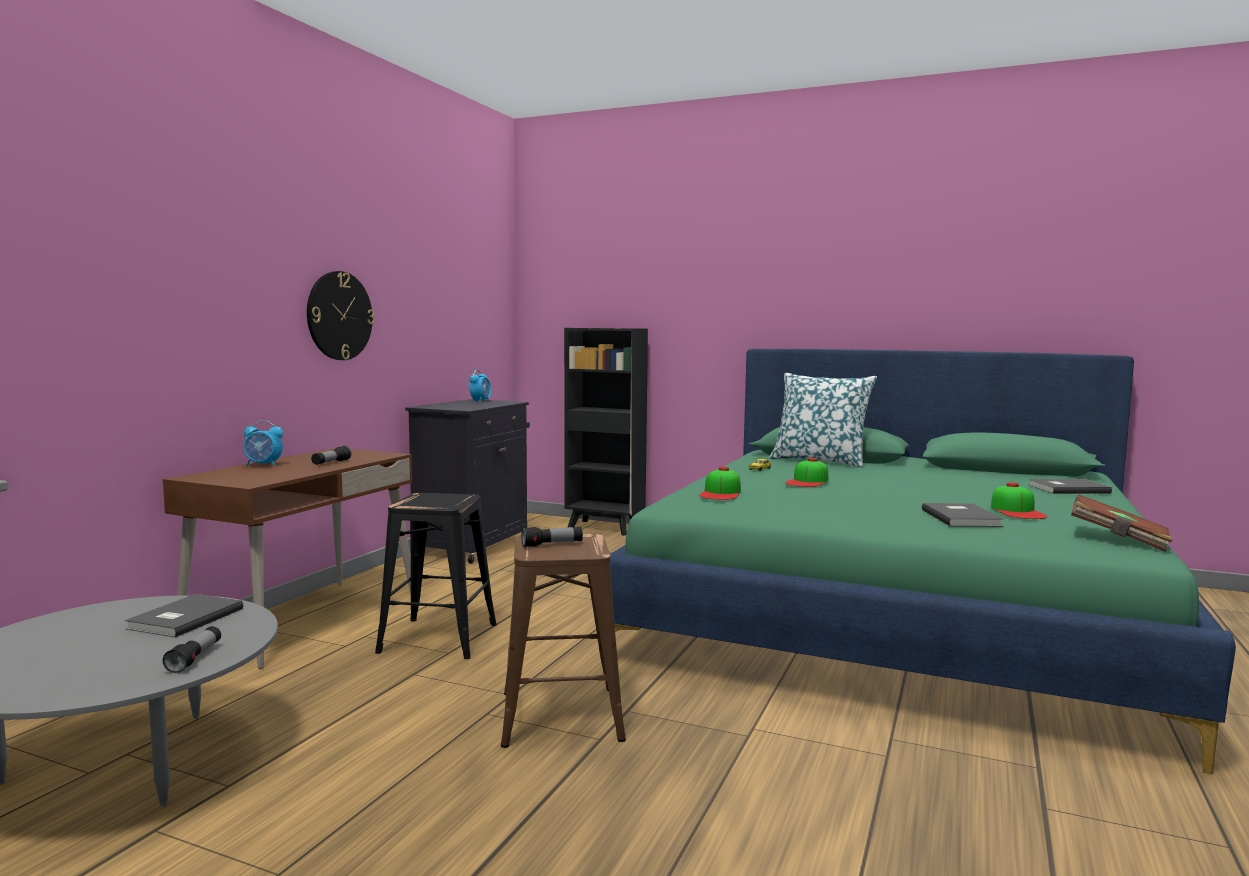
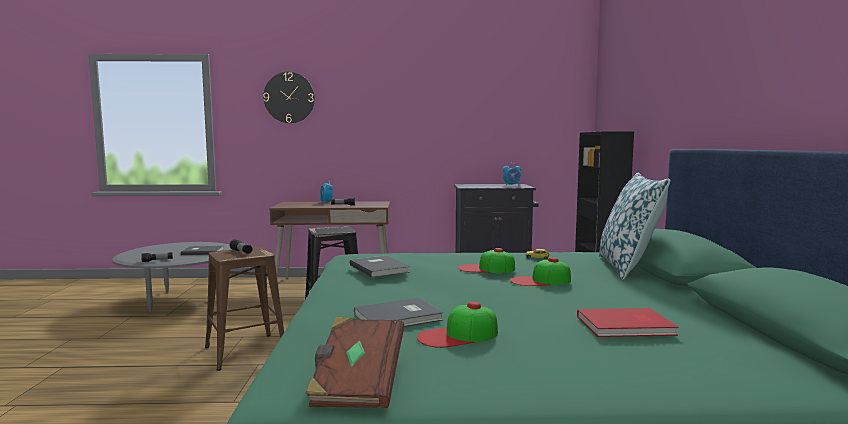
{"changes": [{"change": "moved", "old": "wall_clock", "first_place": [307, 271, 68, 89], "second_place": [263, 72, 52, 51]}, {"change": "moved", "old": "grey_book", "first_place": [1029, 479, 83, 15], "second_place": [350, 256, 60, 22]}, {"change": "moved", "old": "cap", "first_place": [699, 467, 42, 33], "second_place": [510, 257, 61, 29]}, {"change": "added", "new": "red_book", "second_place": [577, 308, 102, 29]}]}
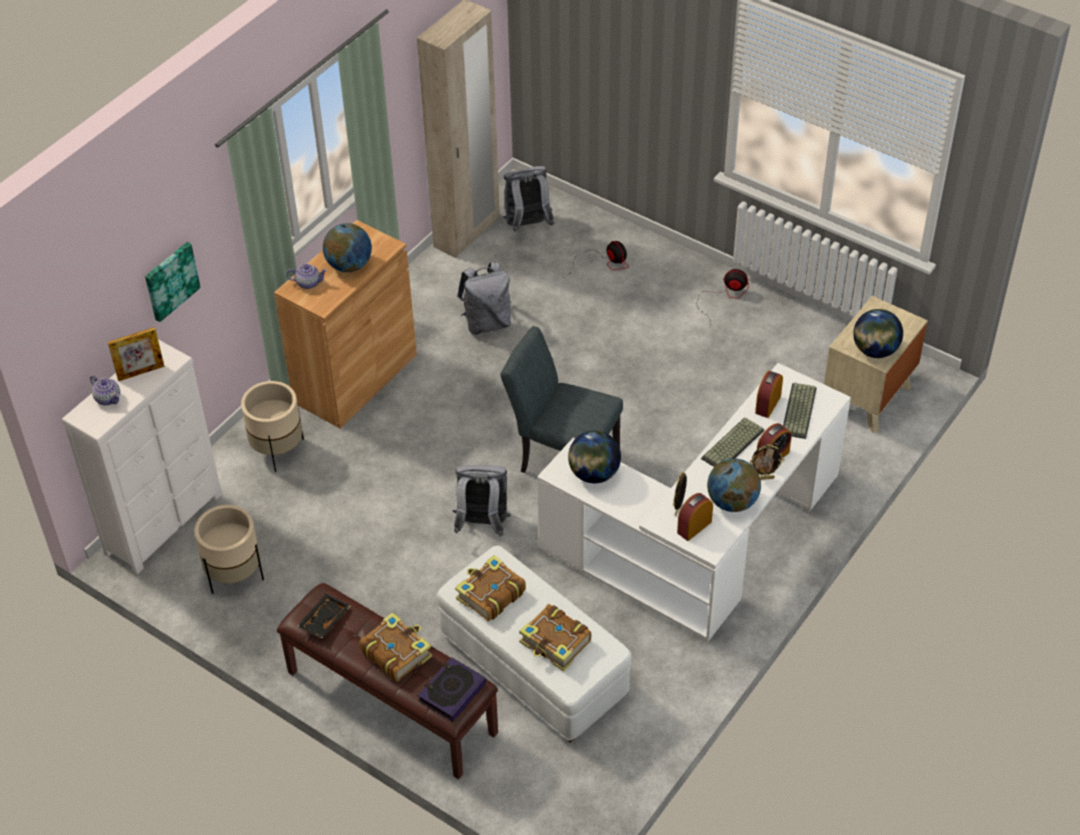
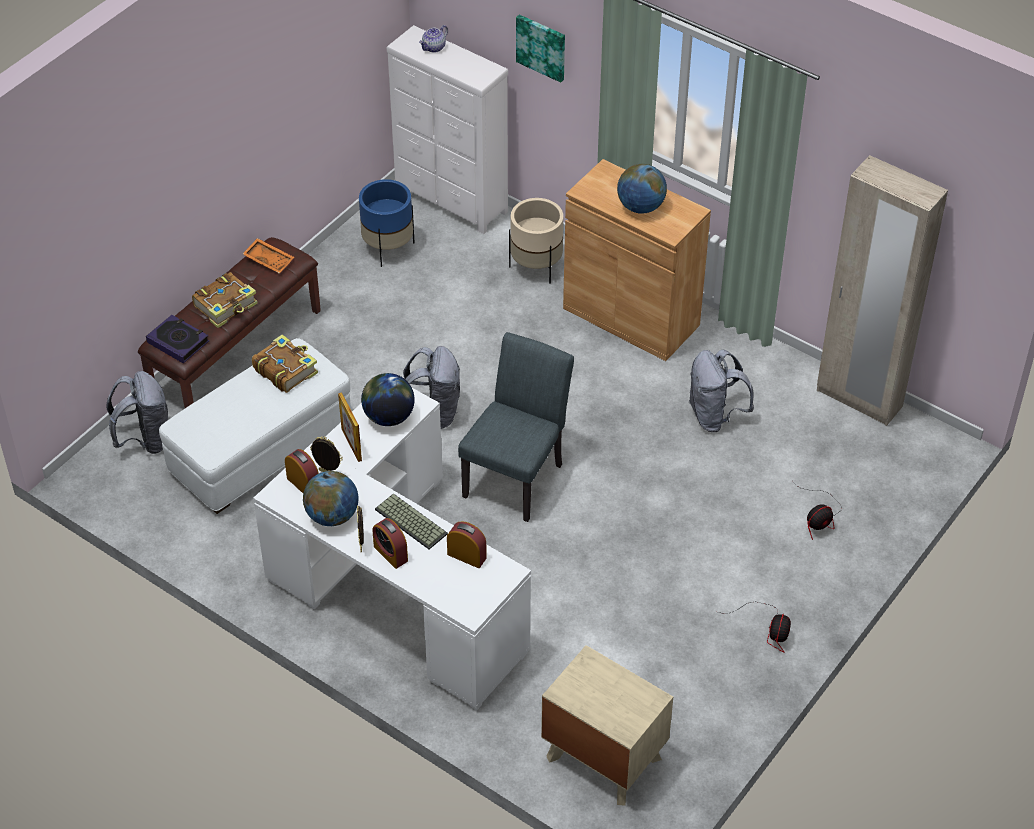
{"changes": [{"change": "moved", "old": "grey_backpack", "first_place": [504, 166, 50, 66], "second_place": [106, 371, 62, 83]}, {"change": "recoloured", "old": "black_tray", "new": "orange_tray", "first_place": [297, 594, 53, 44], "second_place": [243, 238, 51, 36]}, {"change": "moved", "old": "picture_frame", "first_place": [108, 327, 57, 54], "second_place": [338, 392, 24, 70]}, {"change": "recoloured", "old": "beige_planter", "new": "blue_planter", "first_place": [194, 505, 70, 89], "second_place": [359, 179, 56, 88]}, {"change": "removed", "old": "teapot", "first_place": [286, 264, 41, 25]}, {"change": "removed", "old": "book", "first_place": [519, 604, 72, 68]}, {"change": "removed", "old": "keyboard", "first_place": [783, 383, 34, 56]}, {"change": "removed", "old": "globe", "first_place": [853, 309, 50, 49]}]}
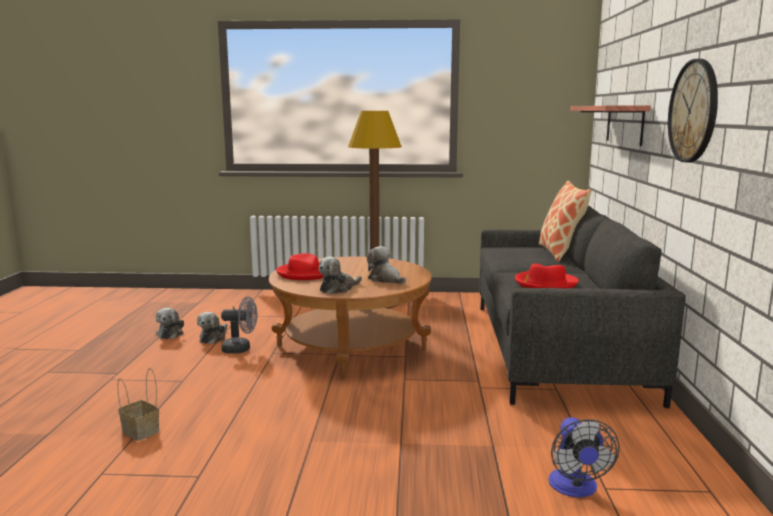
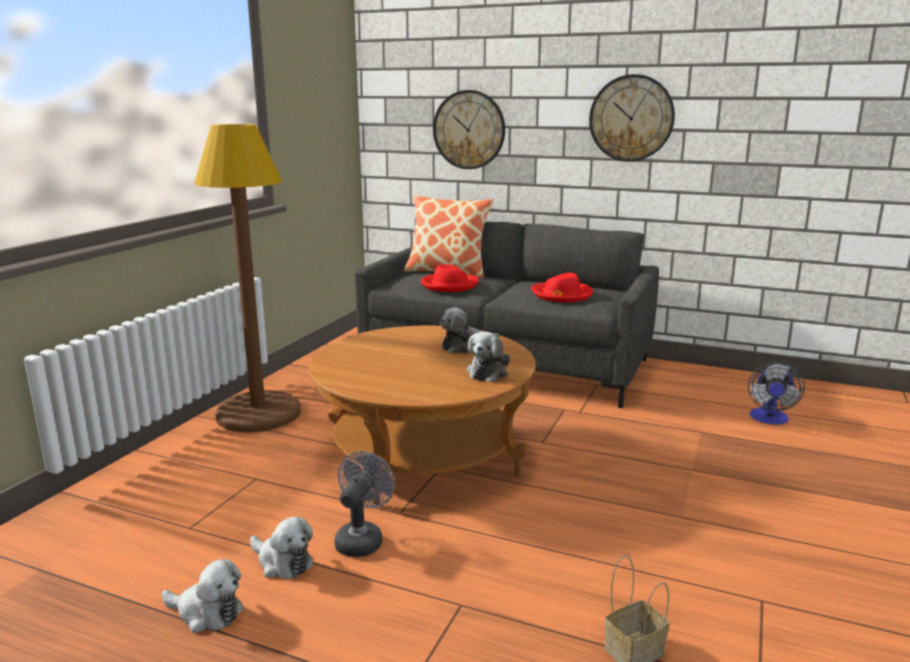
{"changes": [{"change": "moved", "old": "red_hat", "first_place": [276, 253, 48, 27], "second_place": [421, 264, 58, 28]}, {"change": "replaced", "old": "shelf", "new": "wall_clock", "first_place": [570, 105, 81, 41], "second_place": [433, 90, 72, 79]}, {"change": "turned", "old": "plush_toy", "first_place": [319, 256, 43, 38], "second_place": [467, 331, 43, 51], "degrees": 45}, {"change": "turned", "old": "fan", "first_place": [548, 417, 72, 80], "second_place": [748, 362, 57, 63], "degrees": 90}]}
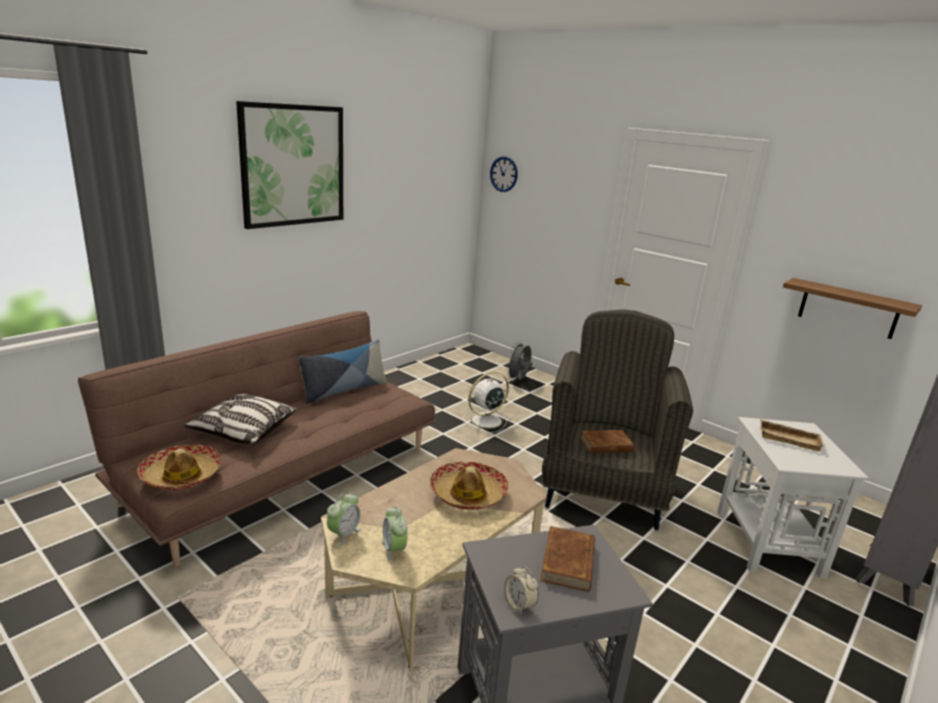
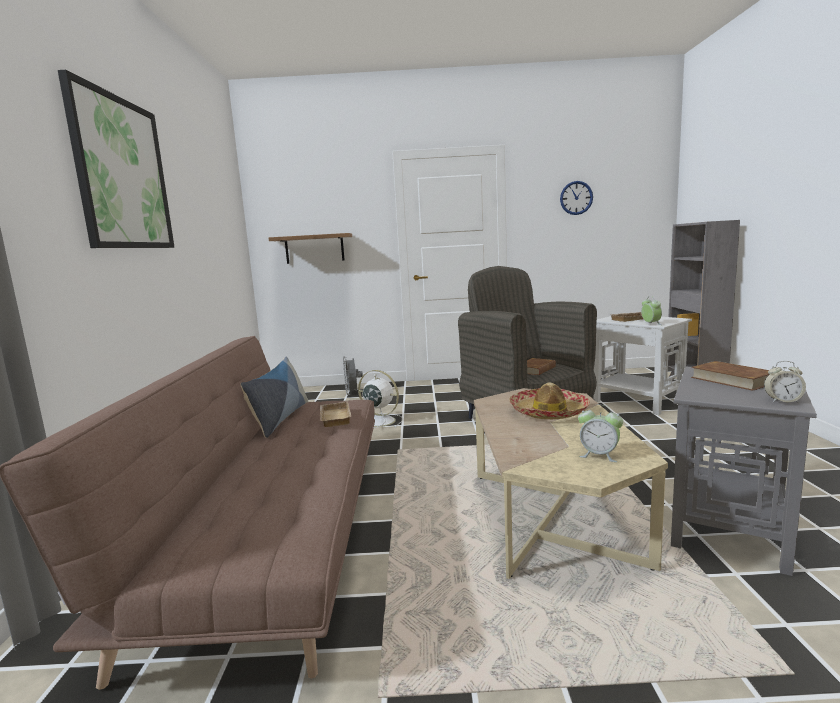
{"changes": [{"change": "moved", "old": "shelf", "first_place": [783, 278, 139, 61], "second_place": [268, 233, 84, 31]}, {"change": "added", "new": "beige_tray", "second_place": [320, 401, 32, 26]}, {"change": "turned", "old": "white_fan", "first_place": [463, 372, 48, 61], "second_place": [358, 370, 45, 58], "degrees": 105}, {"change": "moved", "old": "wall_clock", "first_place": [490, 156, 28, 36], "second_place": [560, 181, 33, 34]}, {"change": "moved", "old": "alarm_clock", "first_place": [327, 493, 34, 53], "second_place": [641, 296, 21, 29]}, {"change": "removed", "old": "hat", "first_place": [137, 445, 85, 45]}, {"change": "removed", "old": "pillow", "first_place": [184, 394, 113, 51]}]}
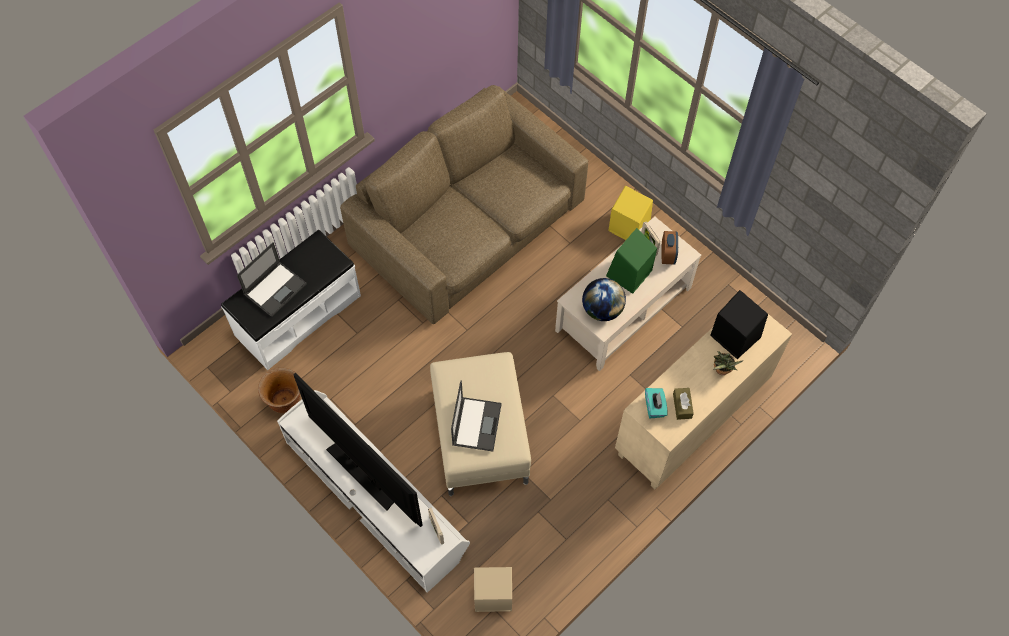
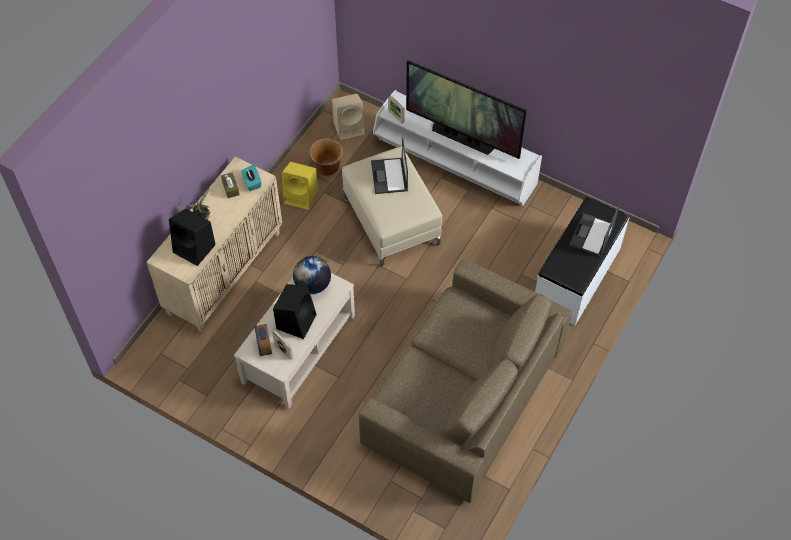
{"changes": [{"change": "recoloured", "old": "green_speaker", "new": "black_speaker", "first_place": [606, 228, 51, 66], "second_place": [273, 284, 44, 55]}, {"change": "moved", "old": "yellow_speaker", "first_place": [608, 186, 45, 54], "second_place": [282, 162, 36, 48]}, {"change": "moved", "old": "brown_planter", "first_place": [258, 368, 42, 45], "second_place": [309, 138, 34, 38]}]}
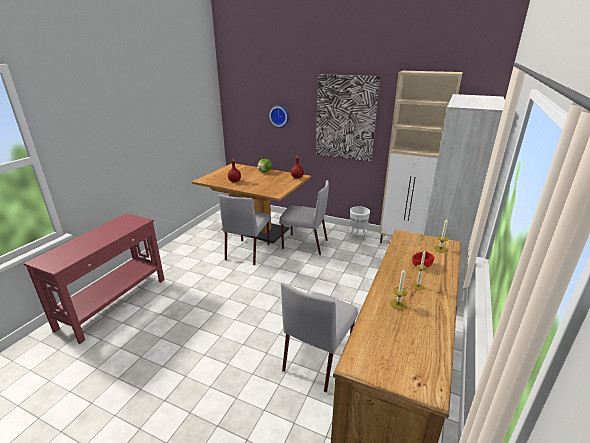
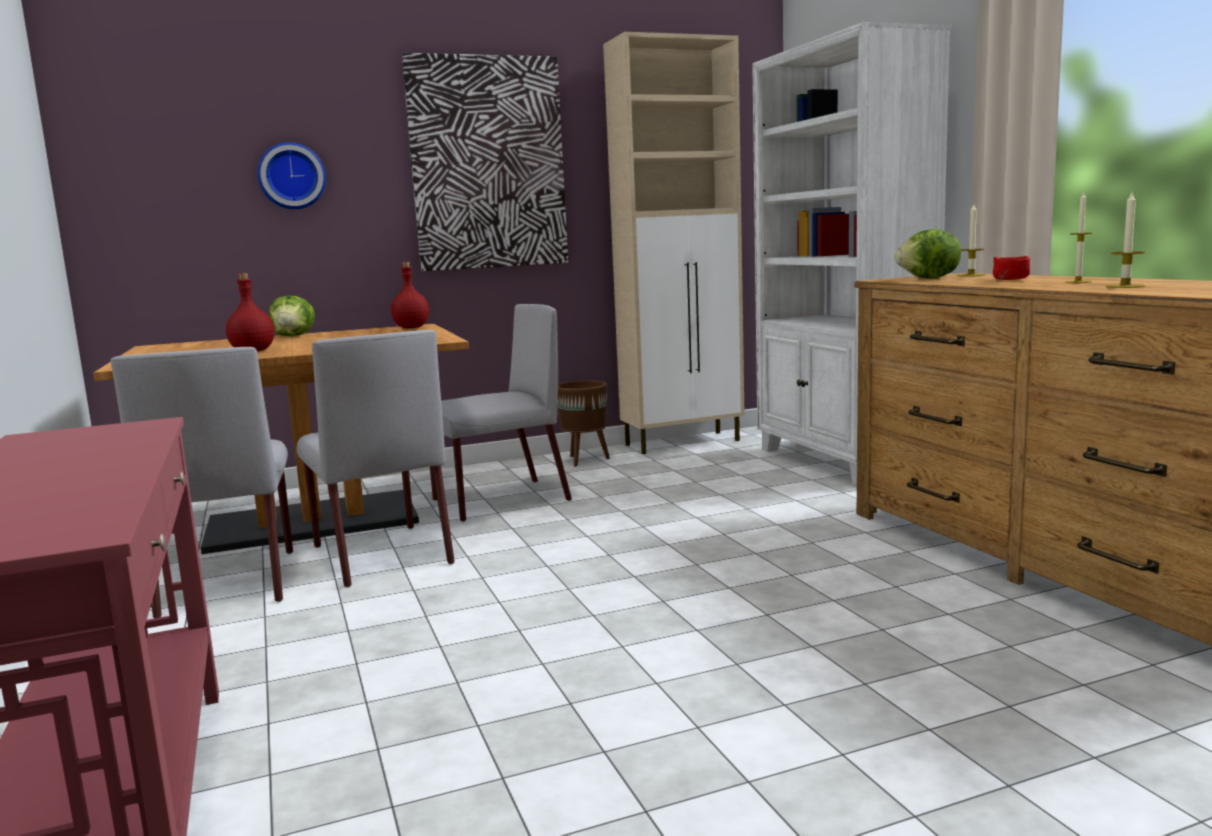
{"changes": [{"change": "moved", "old": "grey_chair", "first_place": [281, 283, 77, 109], "second_place": [111, 347, 182, 271]}, {"change": "recoloured", "old": "white_planter", "new": "brown_planter", "first_place": [349, 206, 21, 34], "second_place": [558, 380, 52, 87]}, {"change": "added", "new": "lettuce", "second_place": [895, 229, 66, 50]}]}
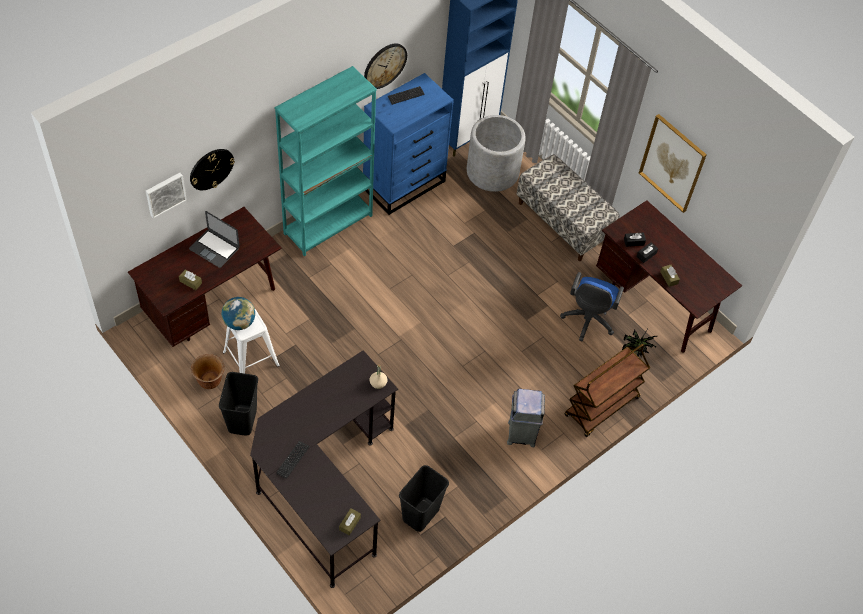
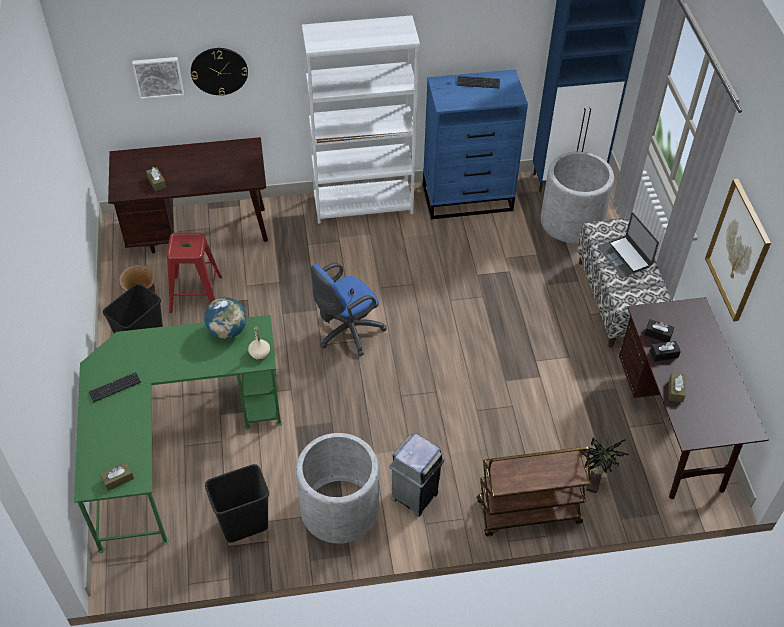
{"changes": [{"change": "recoloured", "old": "black_desk", "new": "green_desk", "first_place": [250, 350, 148, 238], "second_place": [74, 315, 208, 238]}, {"change": "recoloured", "old": "white_stool", "new": "red_stool", "first_place": [223, 309, 57, 64], "second_place": [167, 233, 55, 80]}, {"change": "moved", "old": "globe", "first_place": [222, 297, 33, 33], "second_place": [204, 297, 42, 42]}, {"change": "added", "new": "grey_planter", "second_place": [296, 433, 83, 111]}, {"change": "recoloured", "old": "turquoise_bookcase", "new": "white_bookcase", "first_place": [275, 66, 102, 190], "second_place": [302, 15, 118, 209]}, {"change": "moved", "old": "blue_office_chair", "first_place": [560, 272, 64, 69], "second_place": [310, 263, 77, 93]}, {"change": "moved", "old": "laptop", "first_place": [189, 211, 51, 57], "second_place": [598, 212, 61, 65]}, {"change": "removed", "old": "wall_clock", "first_place": [364, 43, 43, 46]}]}
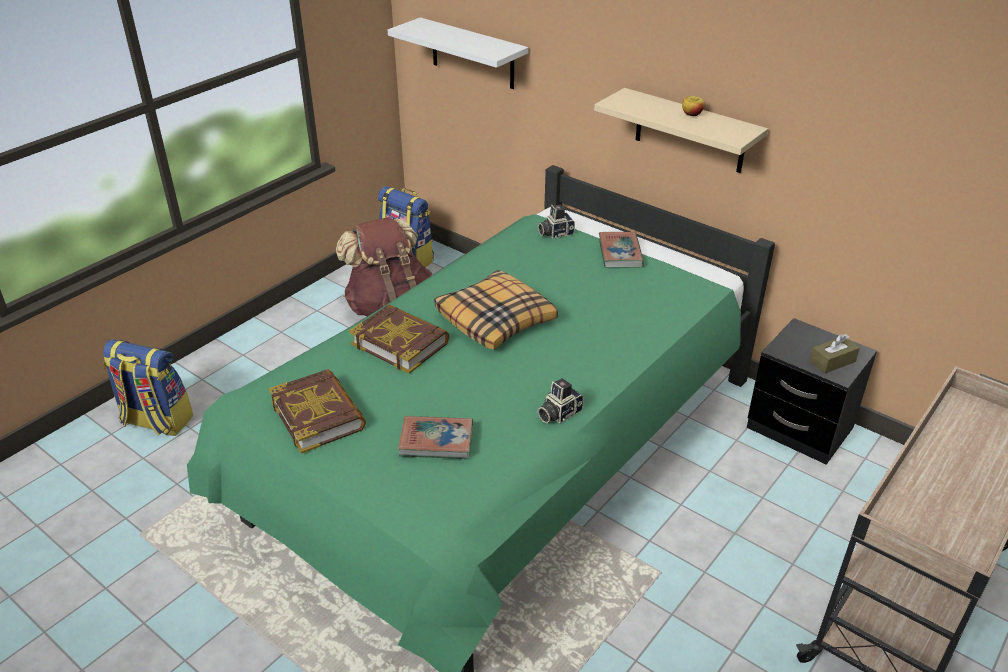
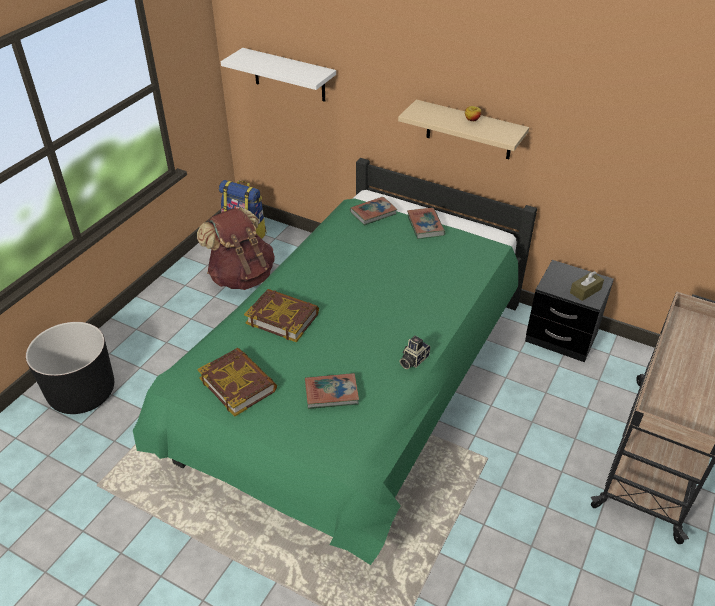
{"changes": [{"change": "replaced", "old": "backpack", "new": "black_planter", "first_place": [103, 339, 90, 97], "second_place": [26, 322, 88, 92]}, {"change": "replaced", "old": "photo_camera", "new": "book", "first_place": [538, 205, 37, 34], "second_place": [350, 197, 48, 28]}, {"change": "removed", "old": "pillow", "first_place": [434, 270, 124, 80]}]}
